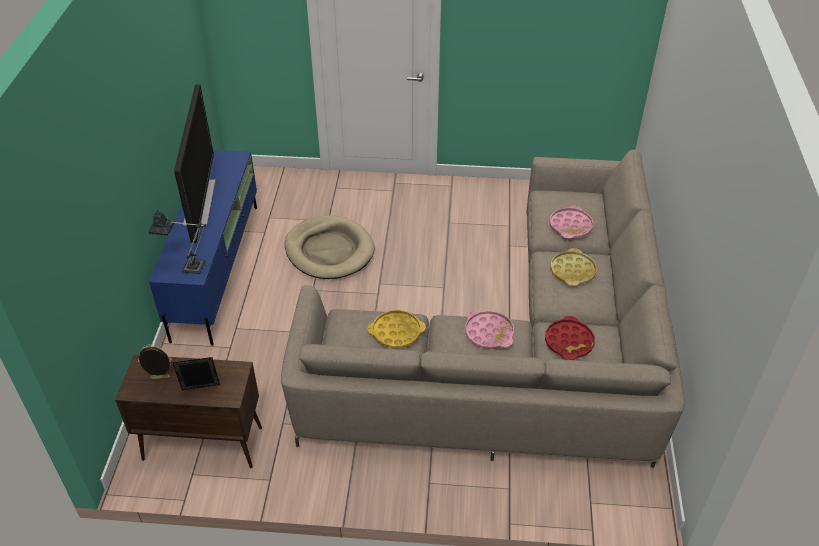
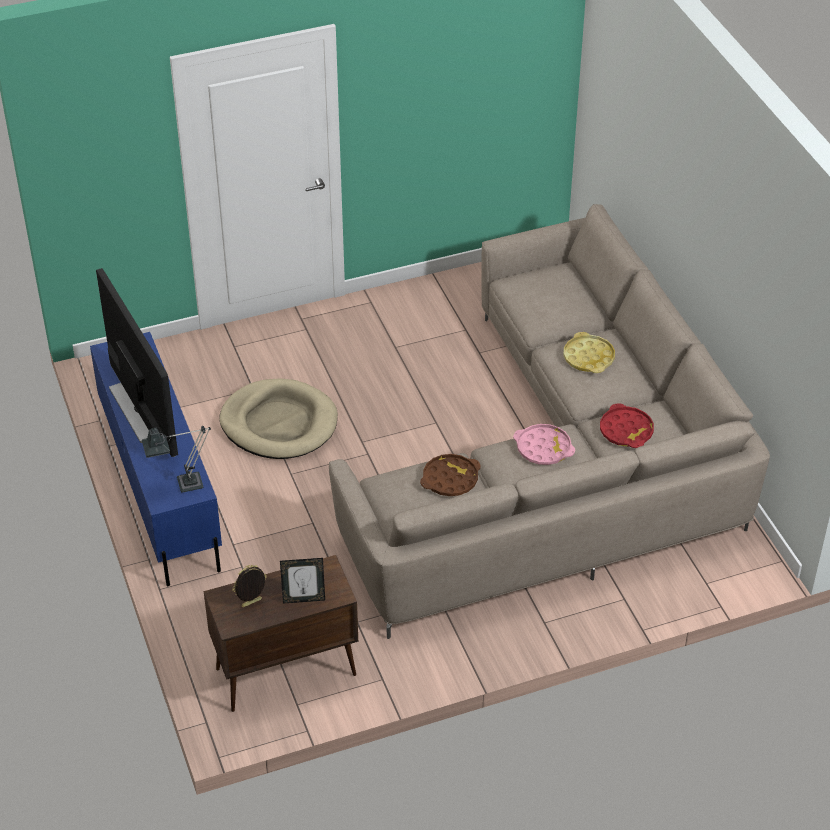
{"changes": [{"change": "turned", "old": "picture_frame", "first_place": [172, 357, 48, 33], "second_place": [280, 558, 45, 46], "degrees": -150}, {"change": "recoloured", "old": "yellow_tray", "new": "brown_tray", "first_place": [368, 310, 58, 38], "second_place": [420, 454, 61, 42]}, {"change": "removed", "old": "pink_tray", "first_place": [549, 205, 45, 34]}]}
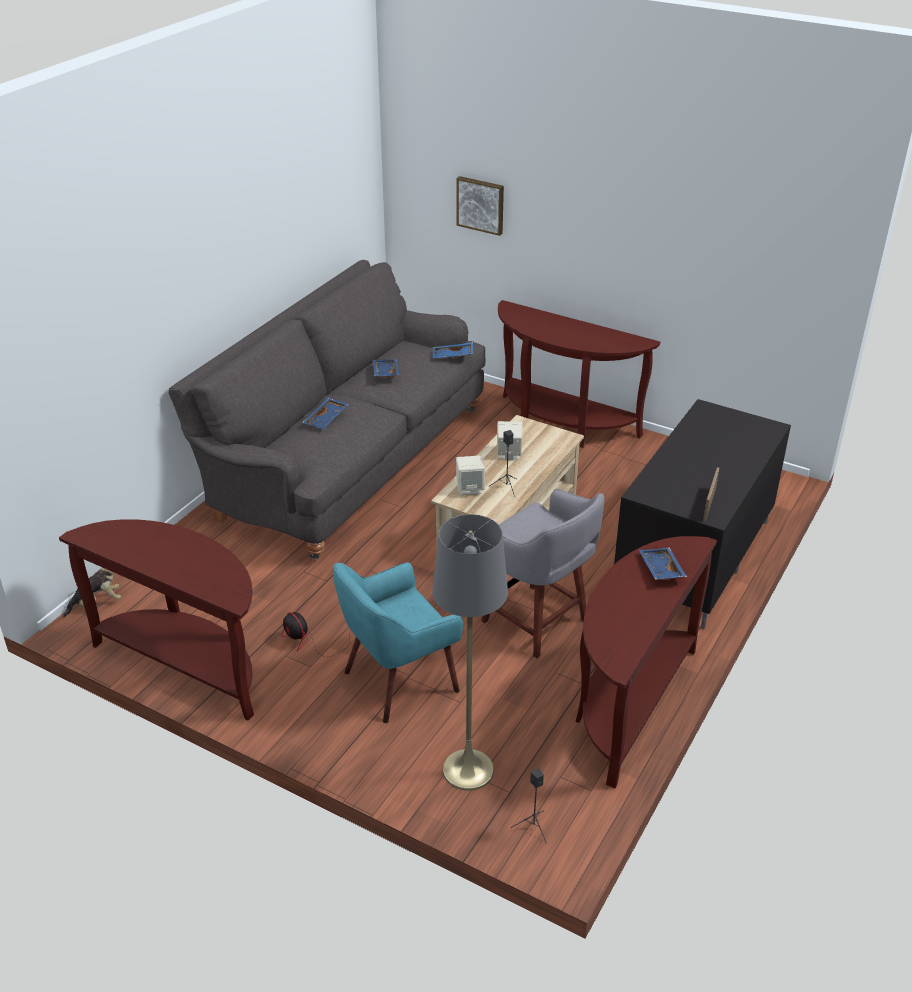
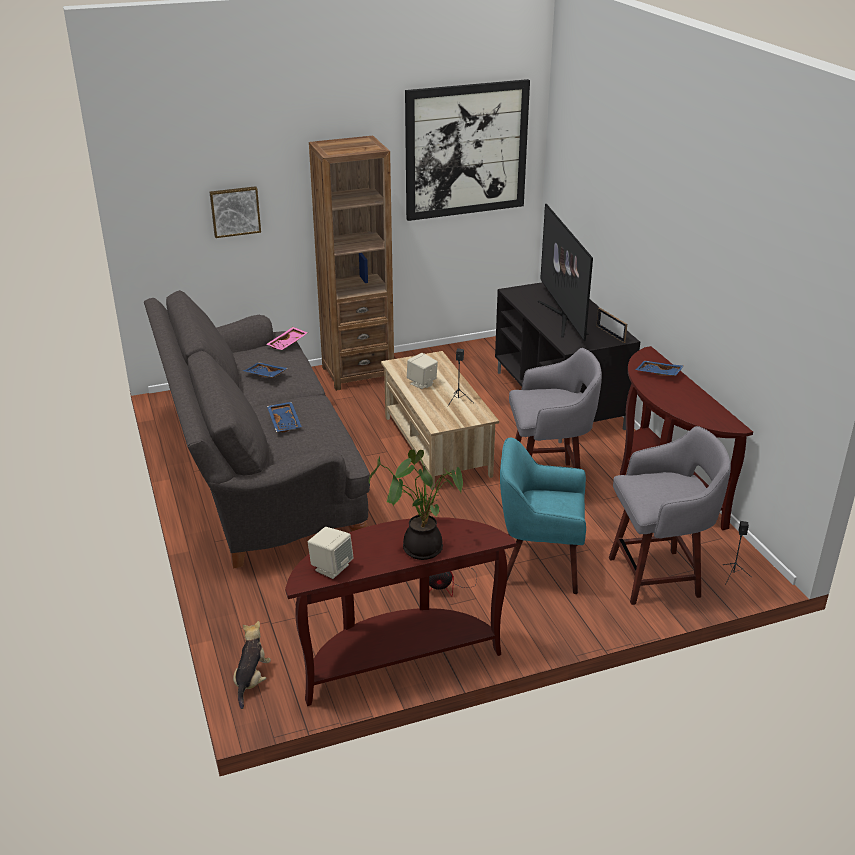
{"changes": [{"change": "recoloured", "old": "blue_tray", "new": "pink_tray", "first_place": [433, 342, 41, 16], "second_place": [267, 327, 41, 23]}, {"change": "moved", "old": "beige_speaker", "first_place": [456, 456, 29, 39], "second_place": [308, 527, 46, 52]}, {"change": "replaced", "old": "brown_console_table", "new": "brown_bookcase", "first_place": [498, 300, 162, 148], "second_place": [309, 136, 85, 255]}, {"change": "added", "new": "potted_plant", "second_place": [369, 449, 94, 111]}, {"change": "added", "new": "picture", "second_place": [405, 79, 125, 142]}, {"change": "turned", "old": "turquoise_armchair", "first_place": [333, 562, 130, 161], "second_place": [500, 438, 86, 156], "degrees": 90}, {"change": "added", "new": "television", "second_place": [537, 204, 56, 137]}, {"change": "replaced", "old": "grey_floor_lamp", "new": "grey_stool", "first_place": [432, 514, 76, 277], "second_place": [609, 426, 122, 179]}]}
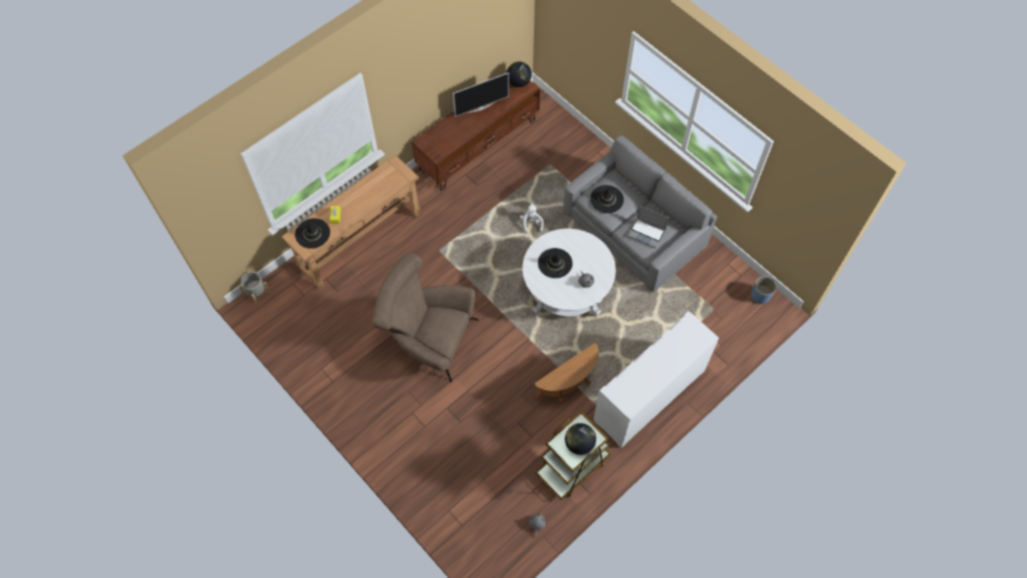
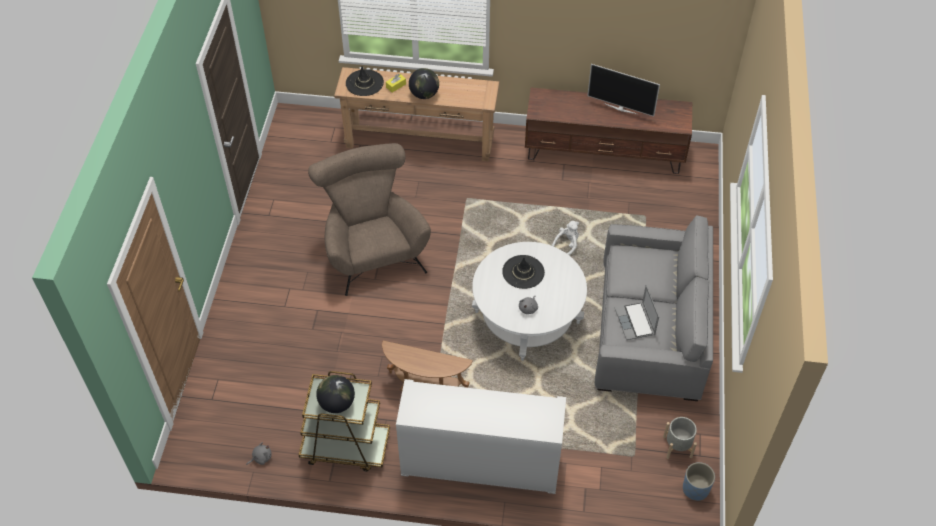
{"changes": [{"change": "moved", "old": "globe", "first_place": [507, 62, 25, 25], "second_place": [409, 68, 30, 31]}, {"change": "moved", "old": "grey_planter", "first_place": [239, 272, 32, 34], "second_place": [663, 417, 34, 42]}, {"change": "removed", "old": "black_hat", "first_place": [590, 185, 34, 28]}]}
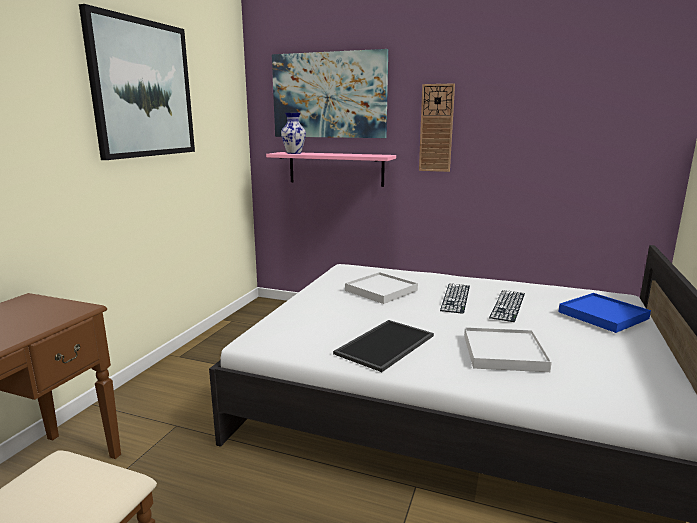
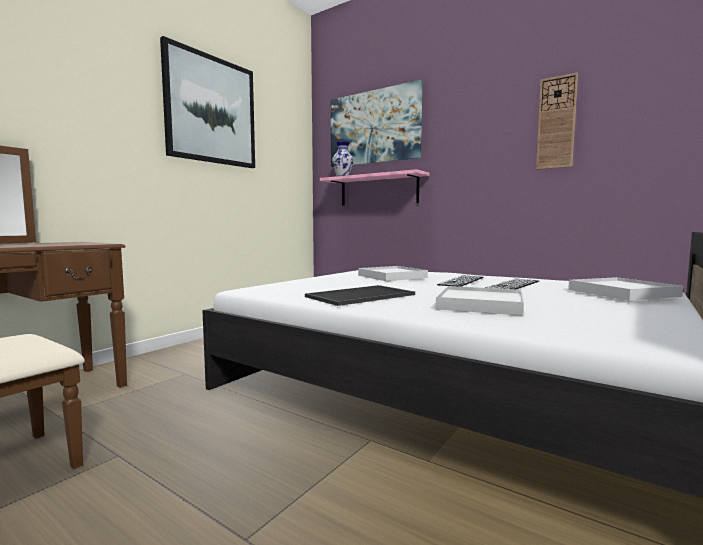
{"changes": [{"change": "moved", "old": "wall_clock", "first_place": [419, 83, 36, 89], "second_place": [536, 72, 42, 97]}, {"change": "recoloured", "old": "blue_tray", "new": "white_tray", "first_place": [558, 293, 93, 40], "second_place": [568, 277, 115, 24]}]}
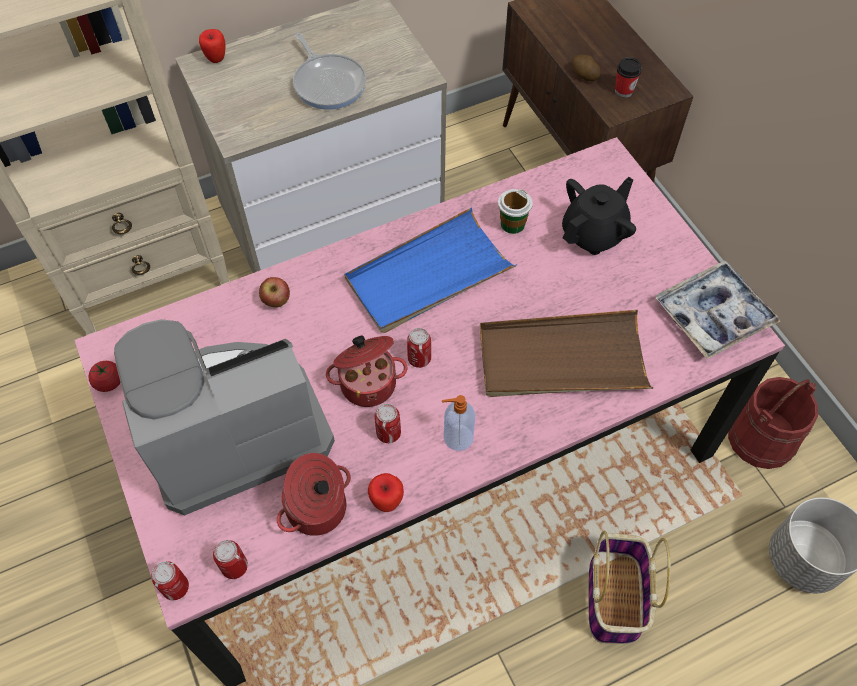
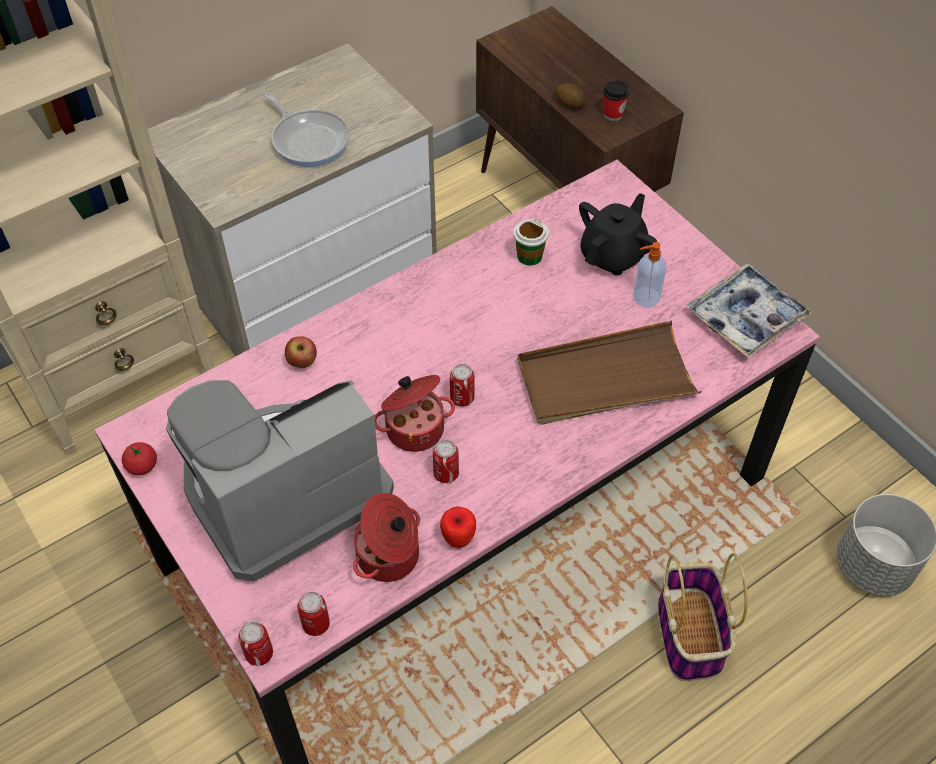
{"changes": [{"change": "moved", "old": "soap_dispenser", "first_place": [442, 395, 33, 56], "second_place": [633, 242, 34, 65]}, {"change": "removed", "old": "apple", "first_place": [199, 29, 27, 34]}, {"change": "removed", "old": "blue_tray", "first_place": [344, 208, 173, 125]}, {"change": "removed", "old": "red_bucket", "first_place": [728, 377, 90, 92]}]}
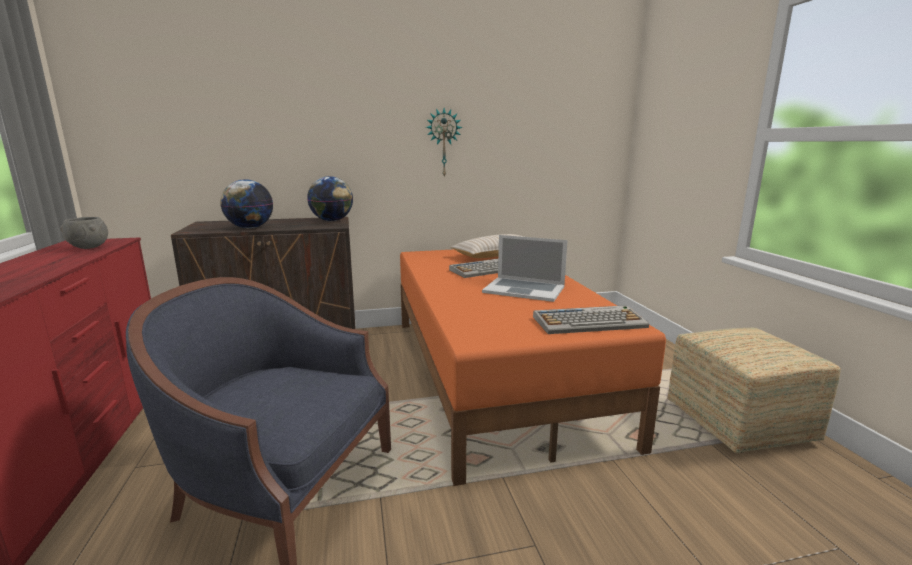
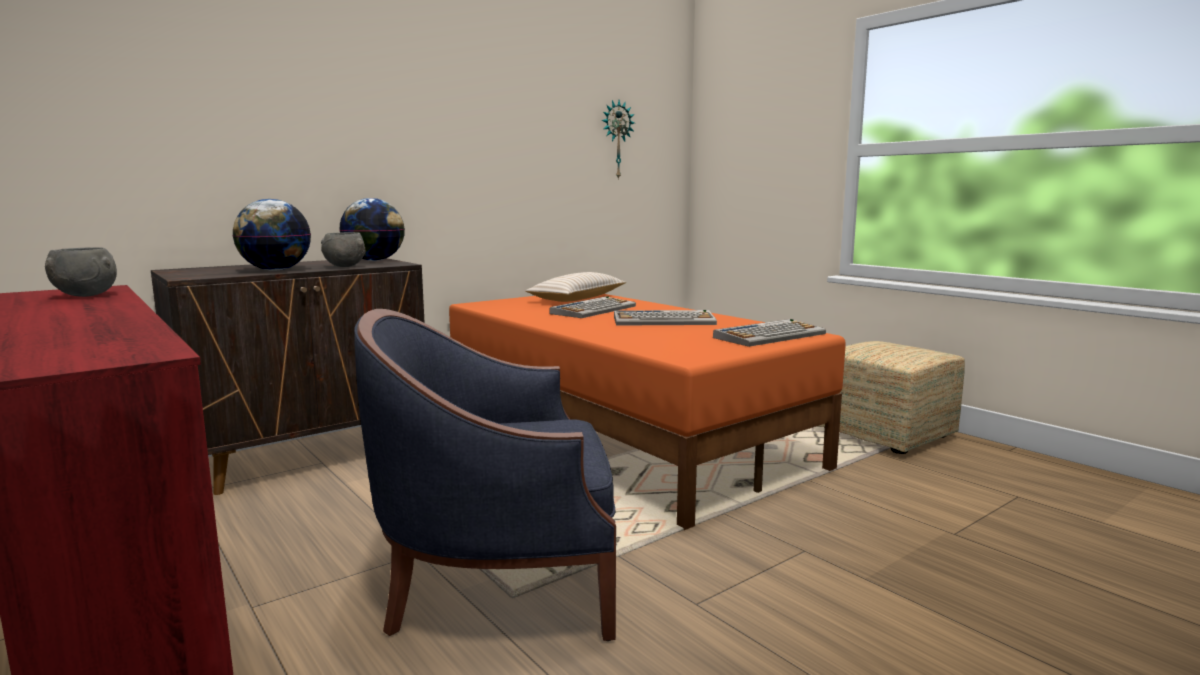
{"changes": [{"change": "added", "new": "grey_bowl", "second_place": [321, 232, 45, 35]}, {"change": "moved", "old": "wall_clock", "first_place": [426, 108, 36, 70], "second_place": [602, 100, 32, 80]}, {"change": "replaced", "old": "laptop", "new": "keyboard", "first_place": [482, 235, 86, 67], "second_place": [614, 310, 103, 16]}]}
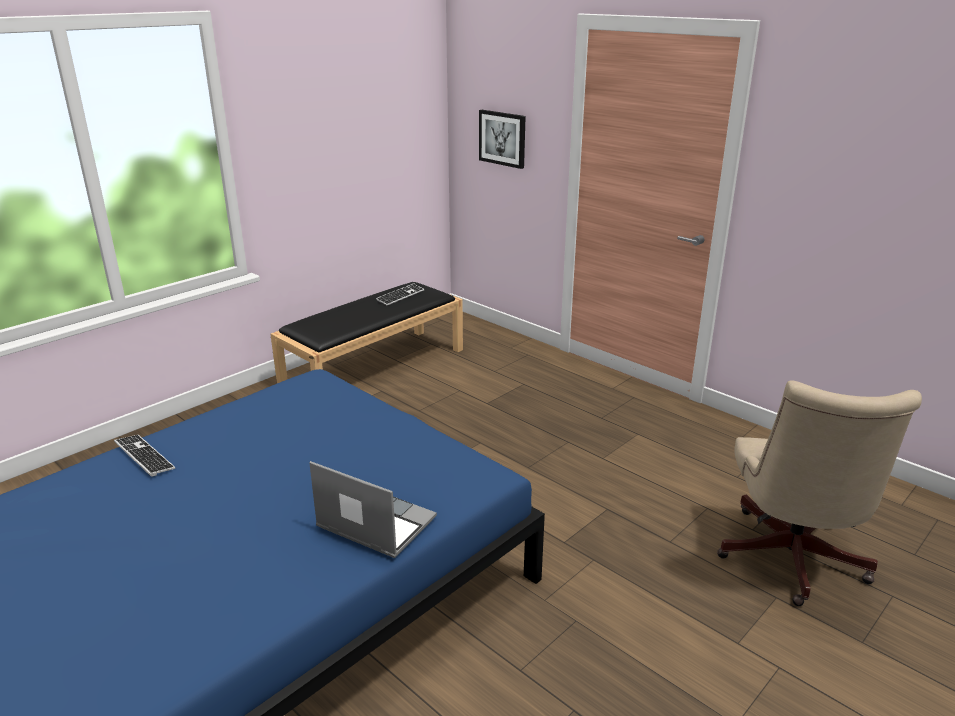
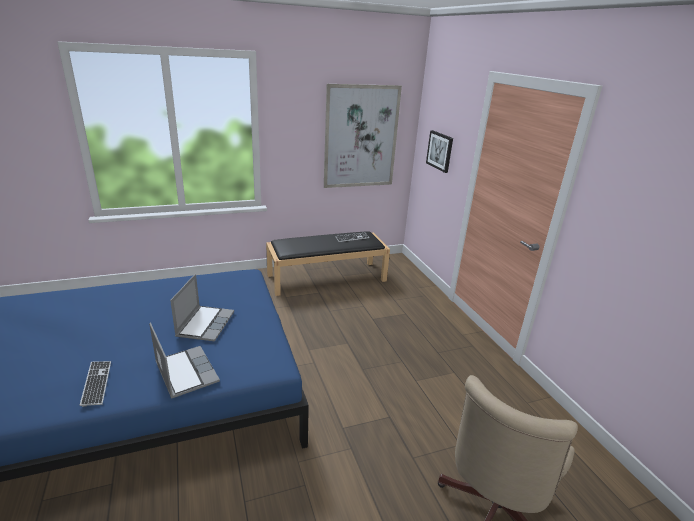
{"changes": [{"change": "moved", "old": "keyboard", "first_place": [114, 435, 61, 42], "second_place": [80, 361, 31, 46]}, {"change": "added", "new": "laptop", "second_place": [170, 274, 64, 67]}, {"change": "added", "new": "picture", "second_place": [324, 84, 78, 104]}]}
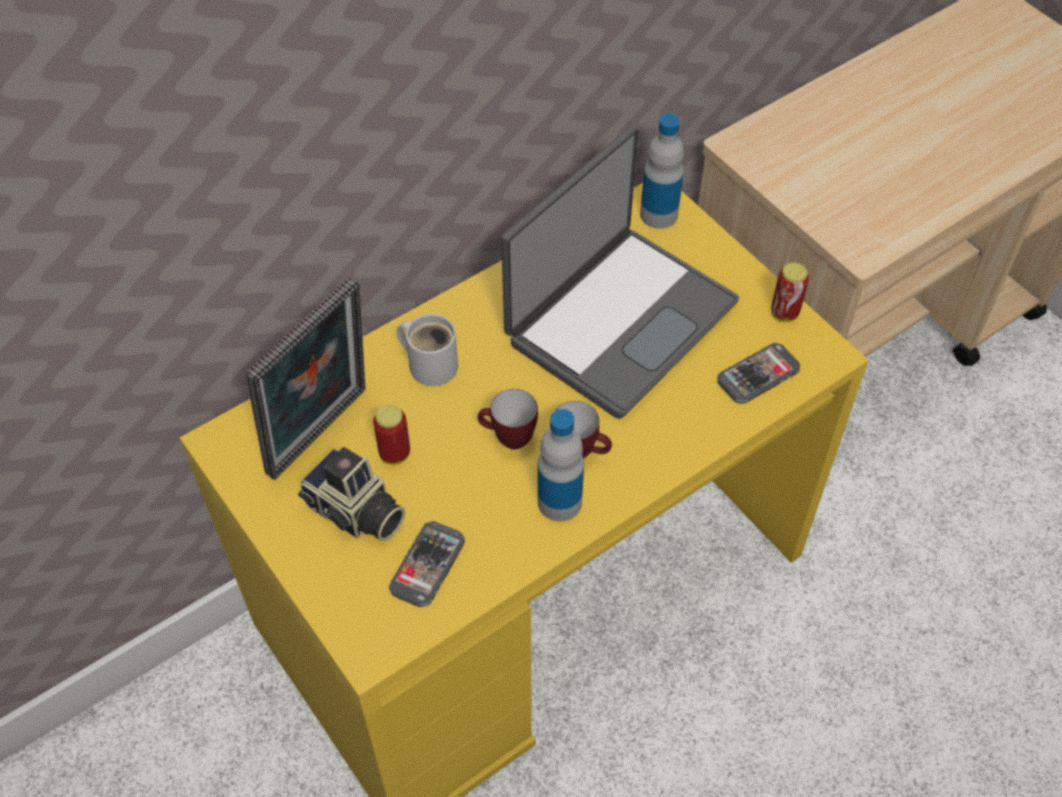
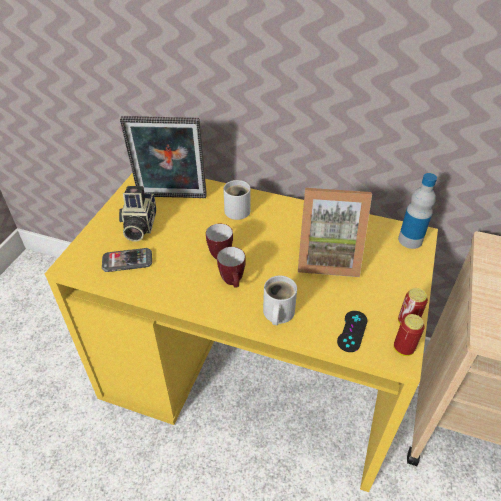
{"changes": [{"change": "added", "new": "white_mug", "second_place": [263, 276, 34, 49]}, {"change": "replaced", "old": "laptop", "new": "picture_frame", "first_place": [501, 126, 238, 293], "second_place": [298, 188, 74, 89]}, {"change": "replaced", "old": "phone", "new": "black_game_controller", "first_place": [717, 343, 83, 61], "second_place": [337, 311, 30, 41]}, {"change": "moved", "old": "can", "first_place": [373, 404, 37, 61], "second_place": [394, 314, 31, 42]}, {"change": "removed", "old": "bottle", "first_place": [538, 409, 46, 112]}]}
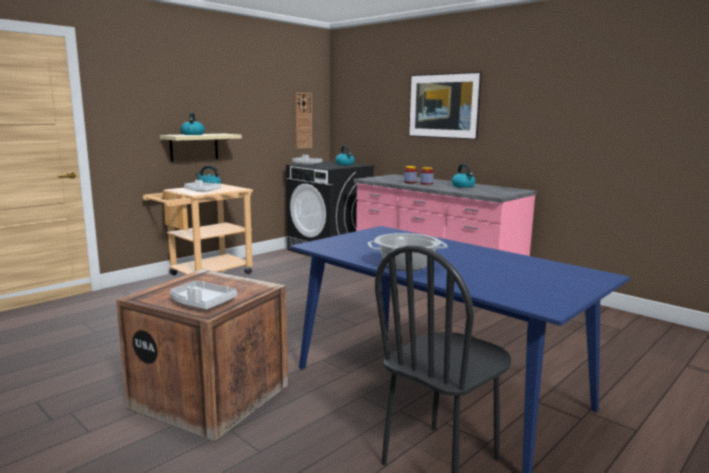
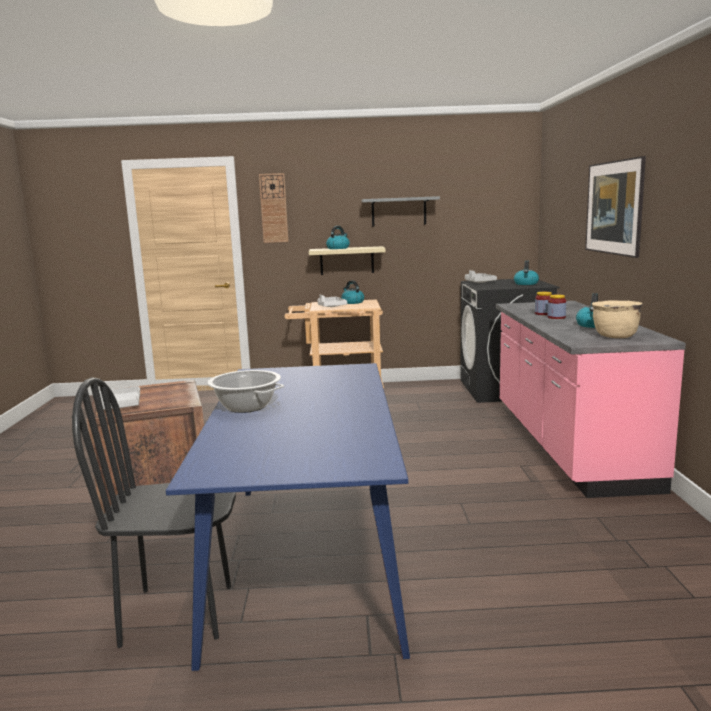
{"changes": [{"change": "moved", "old": "wall_clock", "first_place": [295, 93, 17, 56], "second_place": [259, 173, 30, 70]}, {"change": "added", "new": "grey_shelf", "second_place": [361, 196, 79, 30]}, {"change": "added", "new": "beige_cooking_pot", "second_place": [592, 300, 50, 38]}]}
